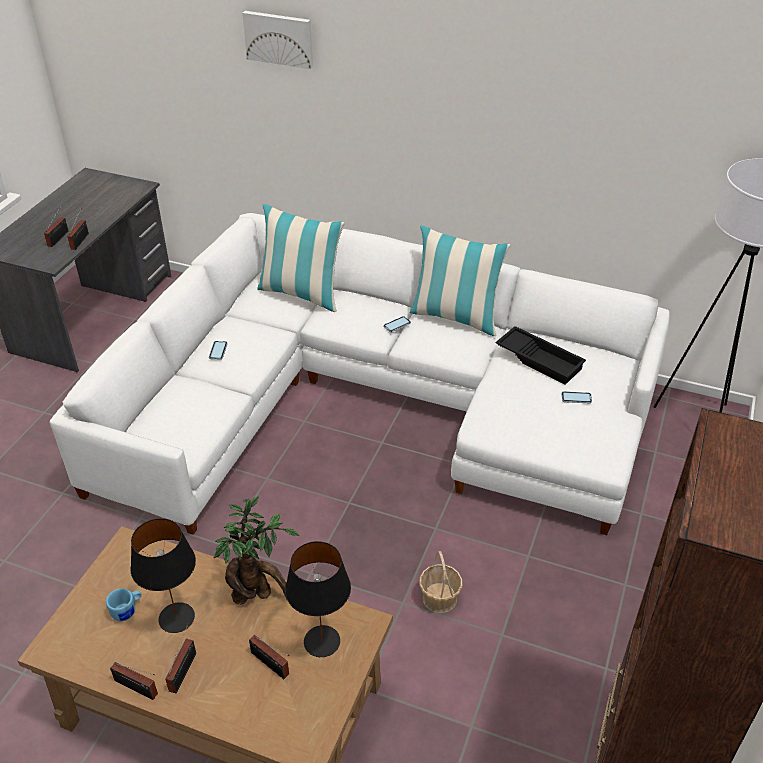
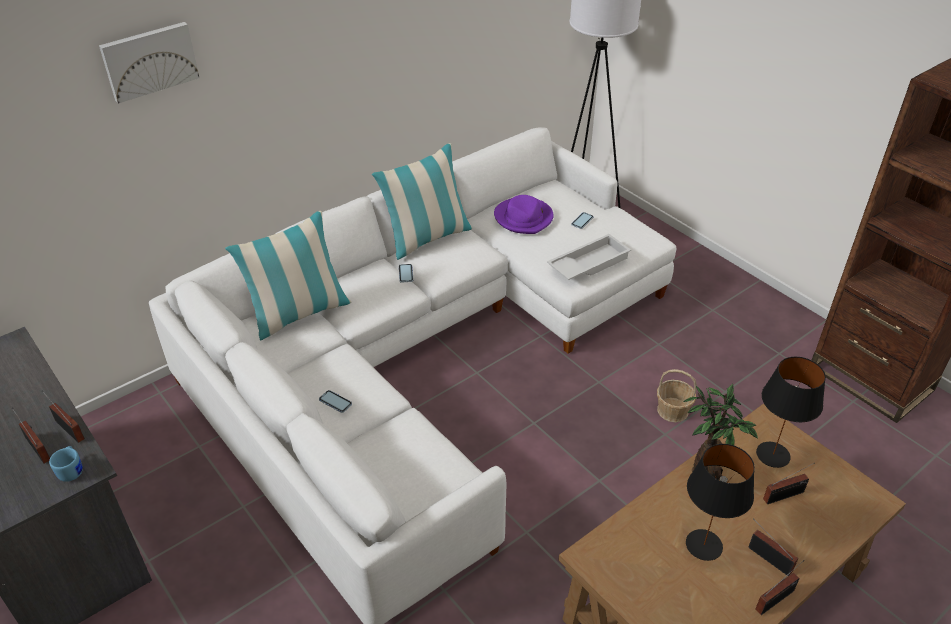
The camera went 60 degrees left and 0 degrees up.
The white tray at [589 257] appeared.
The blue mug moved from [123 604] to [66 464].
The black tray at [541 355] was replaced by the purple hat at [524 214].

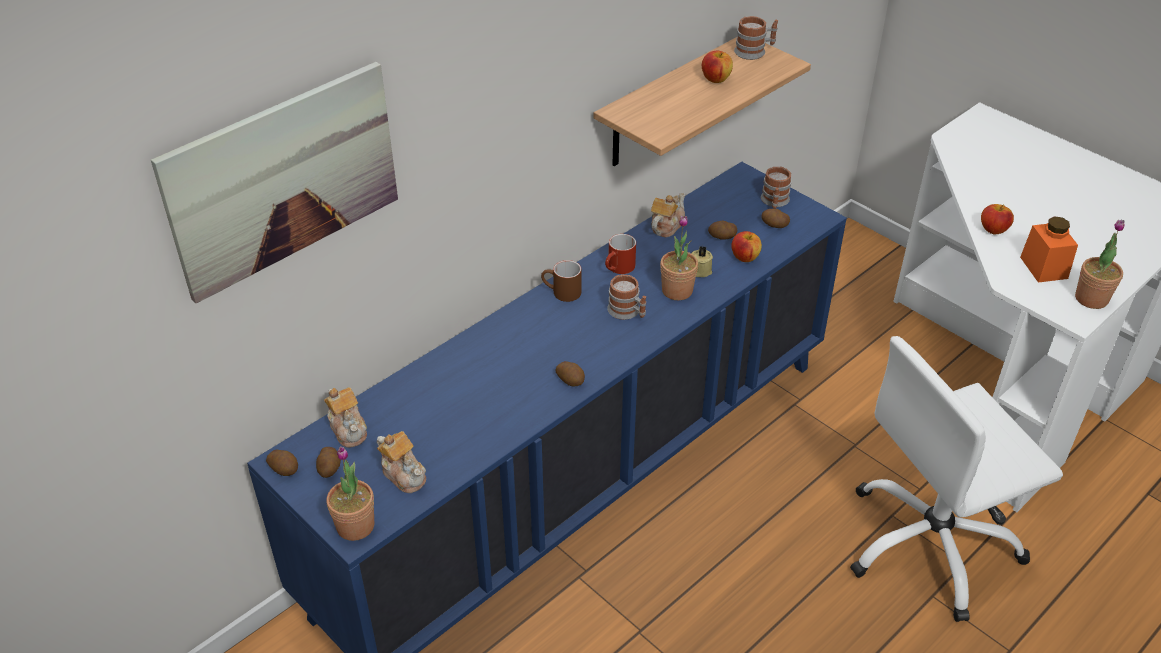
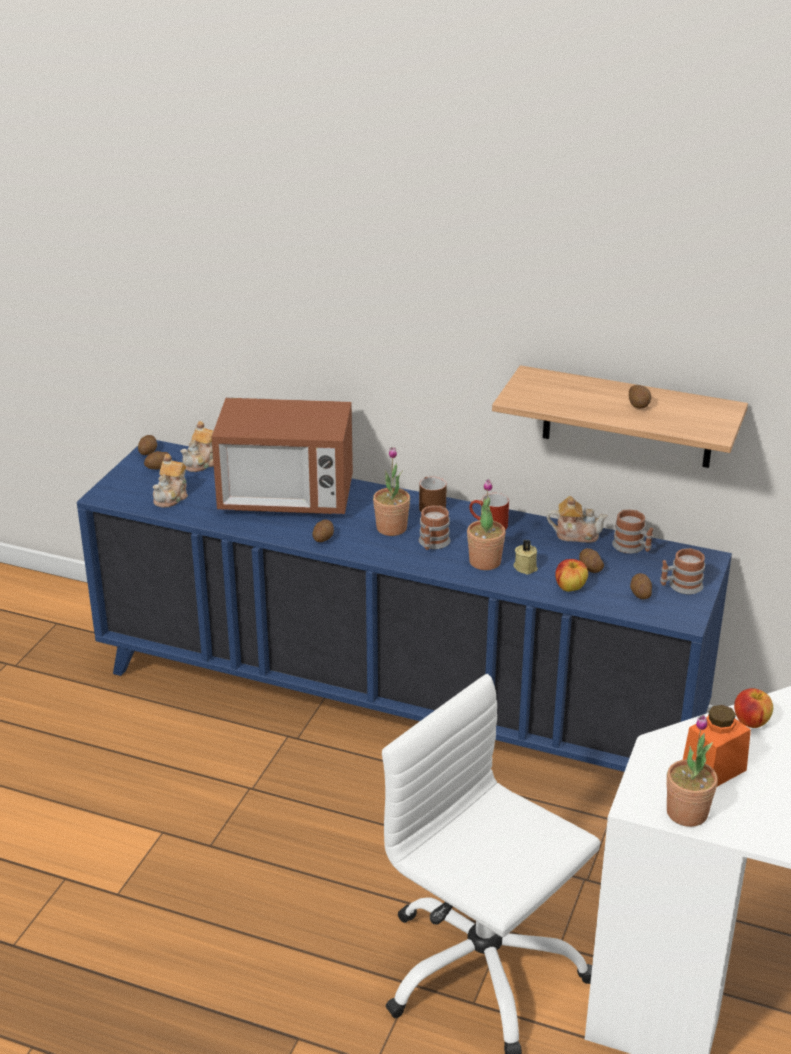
The camera went 65 degrees right and 10 degrees down.
The picture at [274 183] disappeared.
The microwave at [282 456] appeared.
The potted plant moved from [350 493] to [391 491].
The mug moved from [756 38] to [632 531].
The apple at [717 66] was replaced by the potato at [640 397].

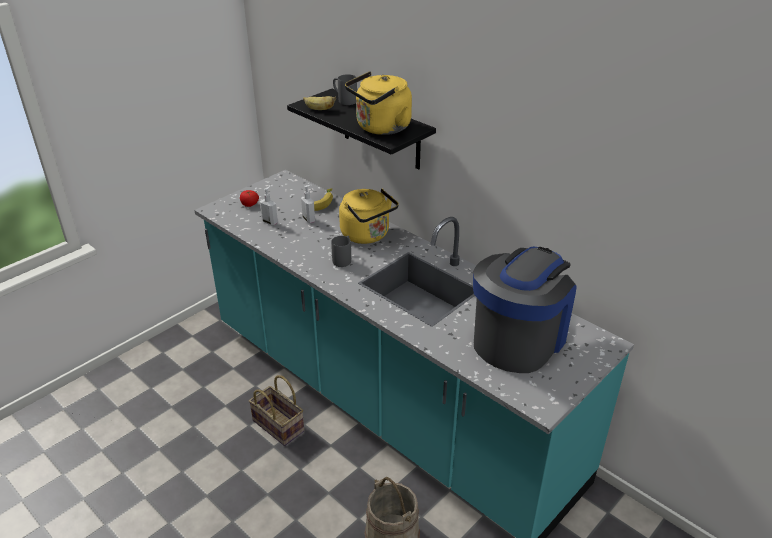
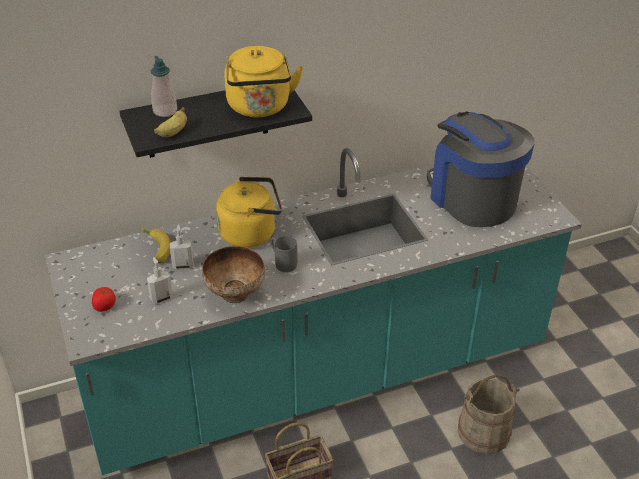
The camera went 65 degrees left and 5 degrees up.
The bowl at [233 274] appeared.
The grey mug at [345 89] was replaced by the soap dispenser at [164 86].

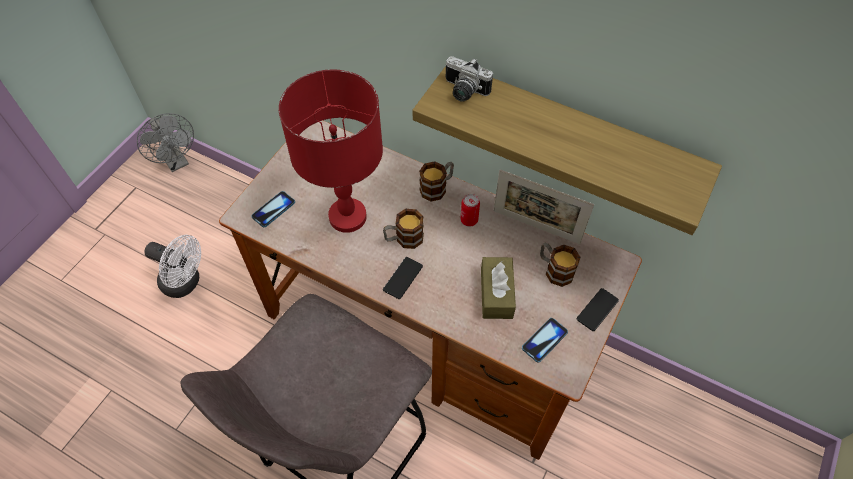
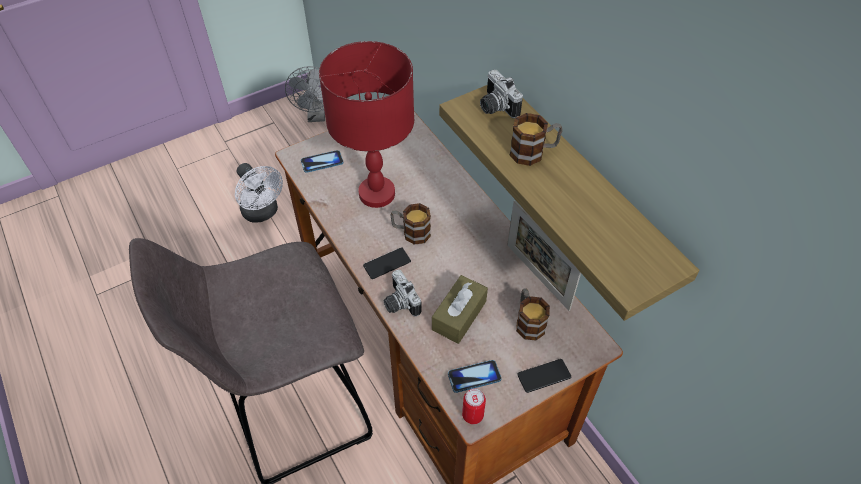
The camera went 30 degrees right and 5 degrees down.
The photo camera at [403 293] appeared.
The mug moved from [436 181] to [536 139].
The can moved from [470 210] to [474 406].

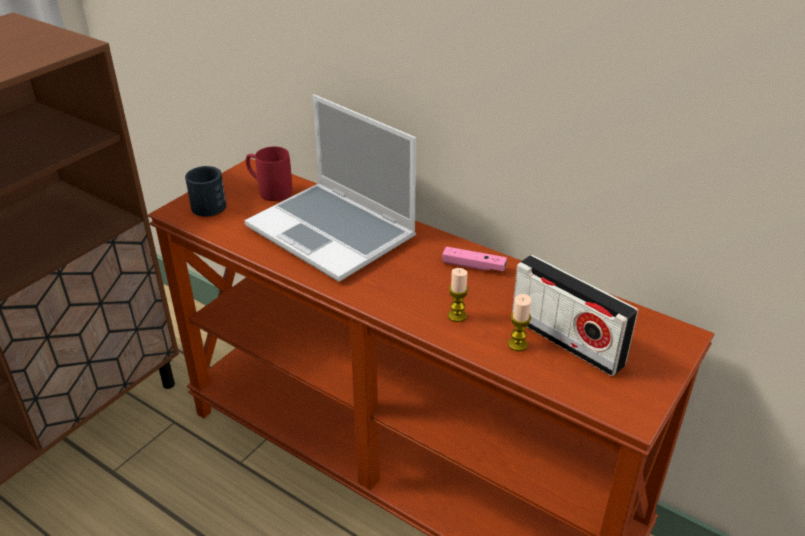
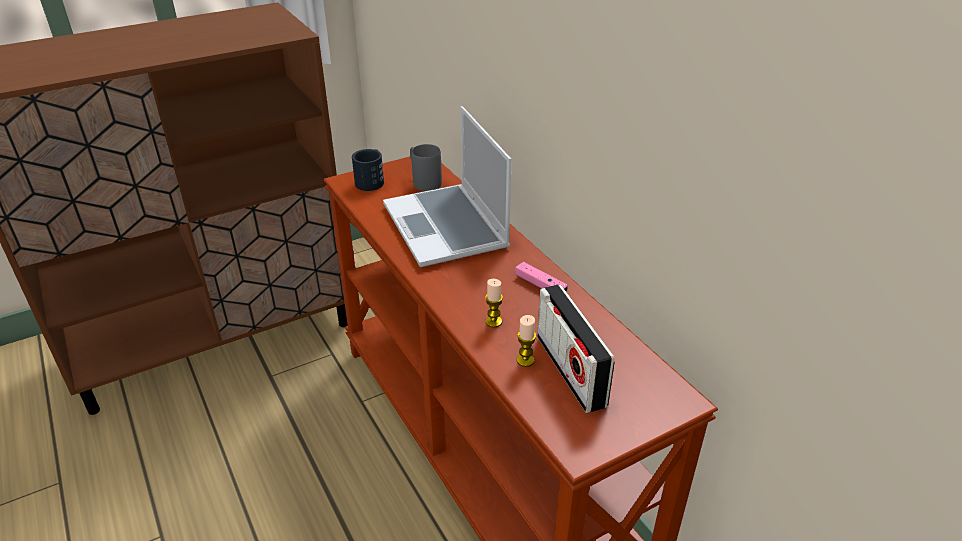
The camera went 25 degrees right and 0 degrees up.
The red mug at [269 174] became the grey mug at [426 167].

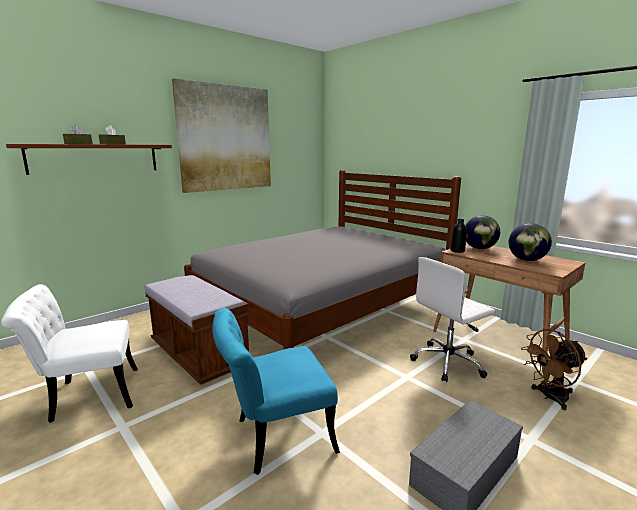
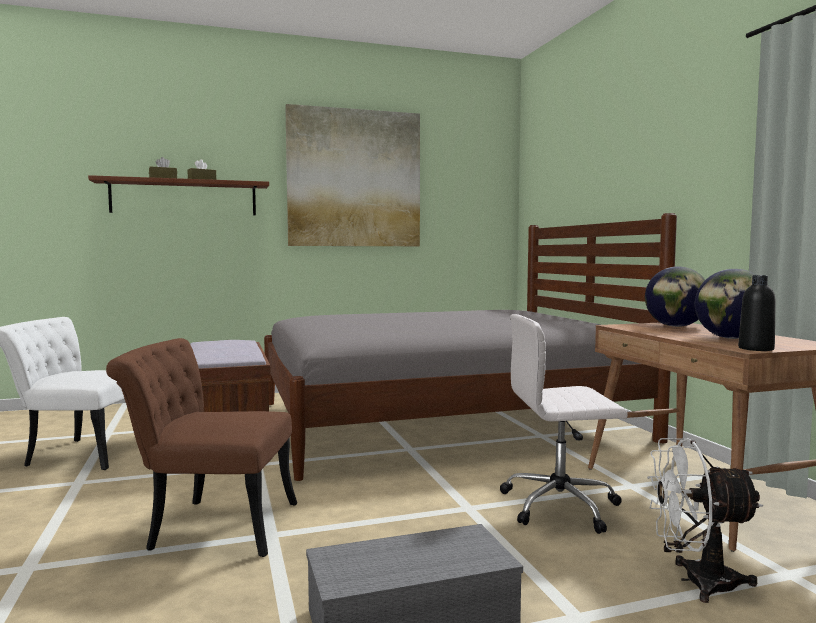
The camera went 25 degrees right and 10 degrees down.
The black bottle moved from [459 236] to [757 313].
The turquoise chair at [276 391] became the brown chair at [201 447].
The brown fan at [554 369] became the white fan at [705 520].

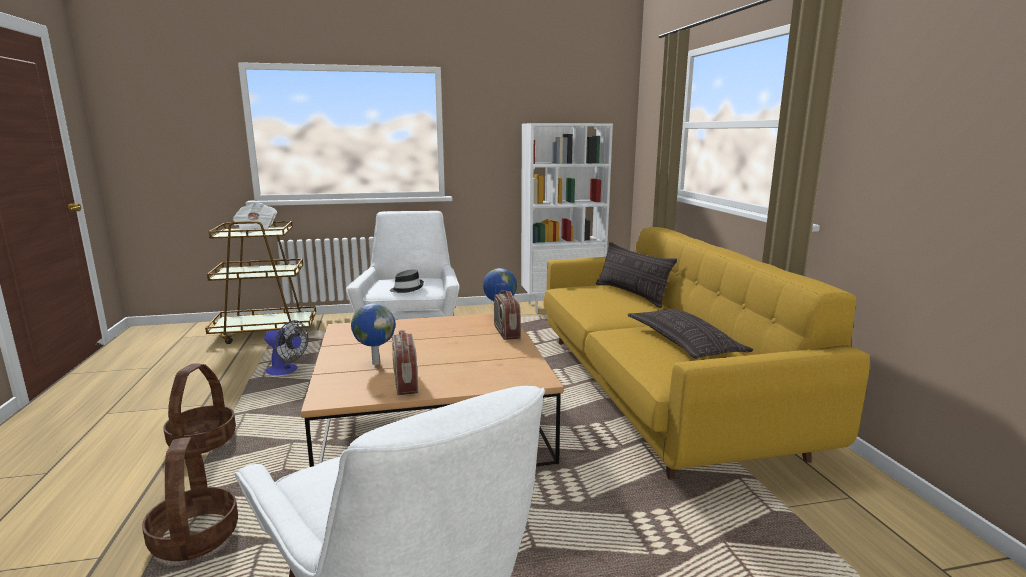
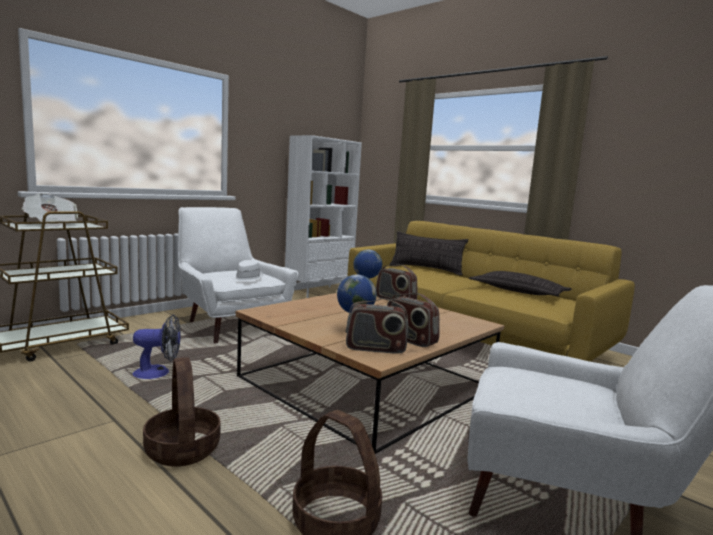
The camera went 35 degrees left and 5 degrees down.
The radio at [376 326] appeared.
The black hat at [407 281] became the white hat at [247 271].

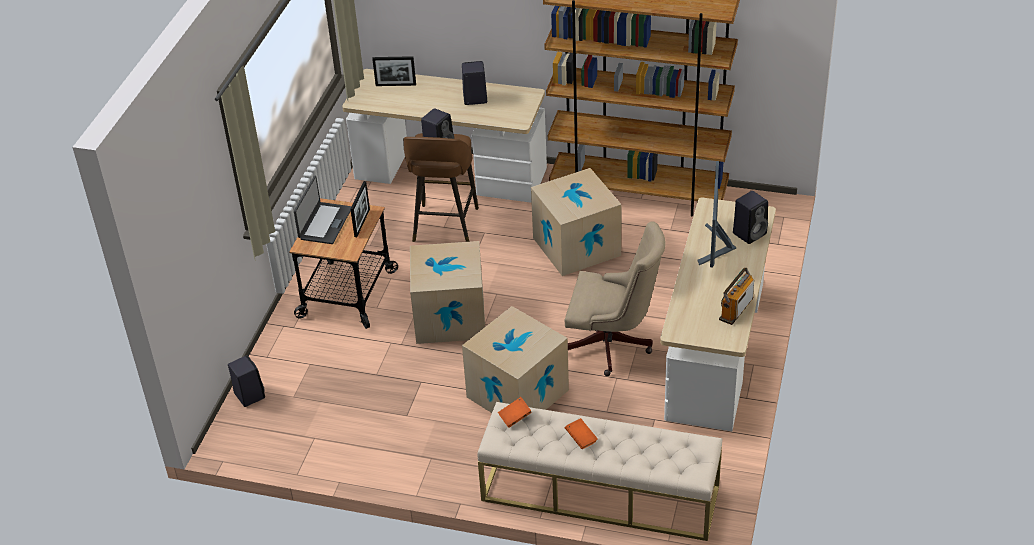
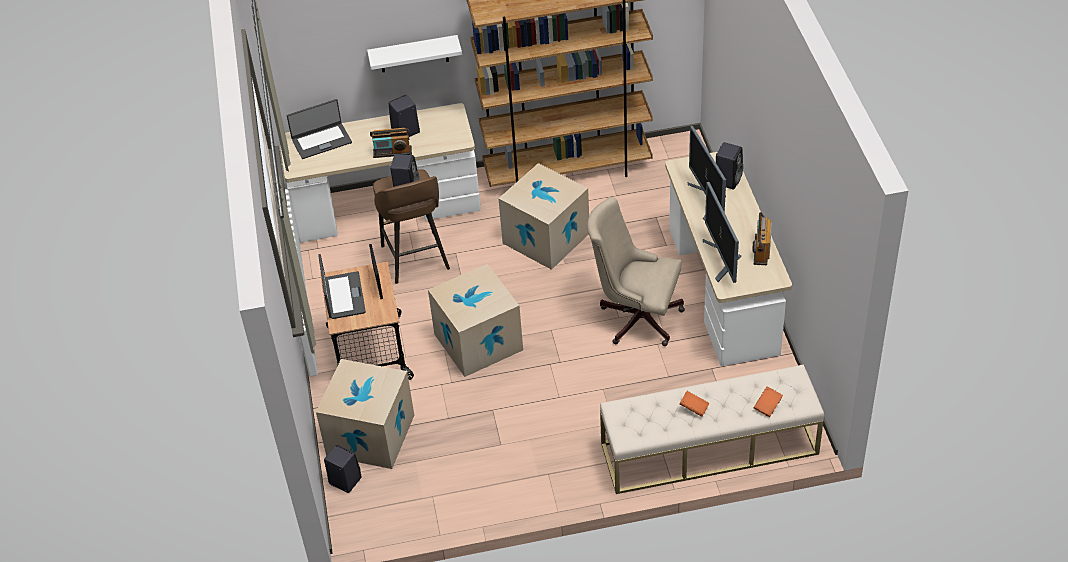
The camera went 25 degrees left and 5 degrees up.
The white shelf at [414 54] appeared.
The radio at [391 143] appeared.
The monitor at [722 232] appeared.
The cardboard box moved from [515 359] to [365 414].
The orange book moved from [515 412] to [768 402].
The picture frame at [394 71] was replaced by the laptop at [319 129].
The beige office chair at [614 299] turned 150 degrees counterclockwise.

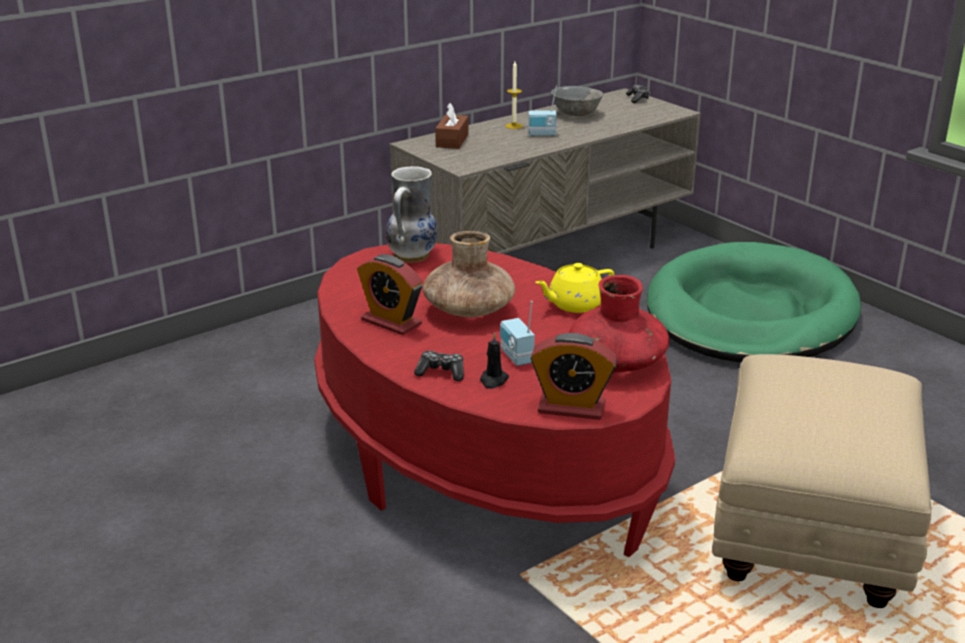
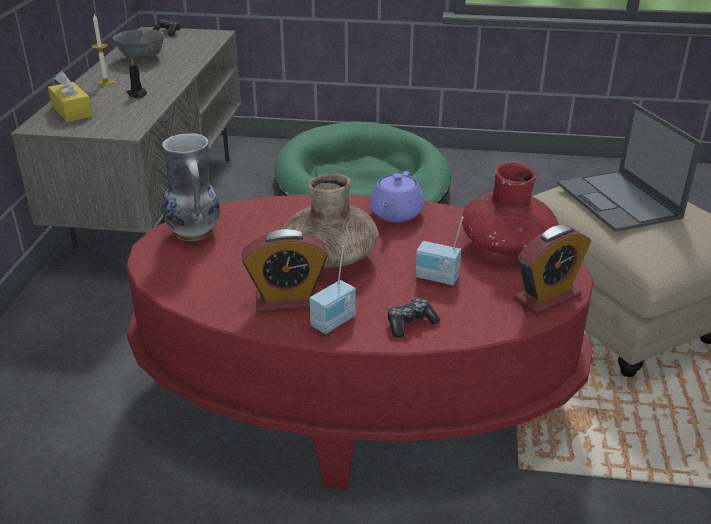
The camera went 45 degrees left and 5 degrees up.
The laptop at [629 167] appeared.
The black candle moved from [494 360] to [137 78].
The radio moved from [542 111] to [333 290].
The brown tissue box at [452 126] became the yellow tissue box at [70 96].
The yellow teapot at [574 288] became the purple teapot at [396 196].

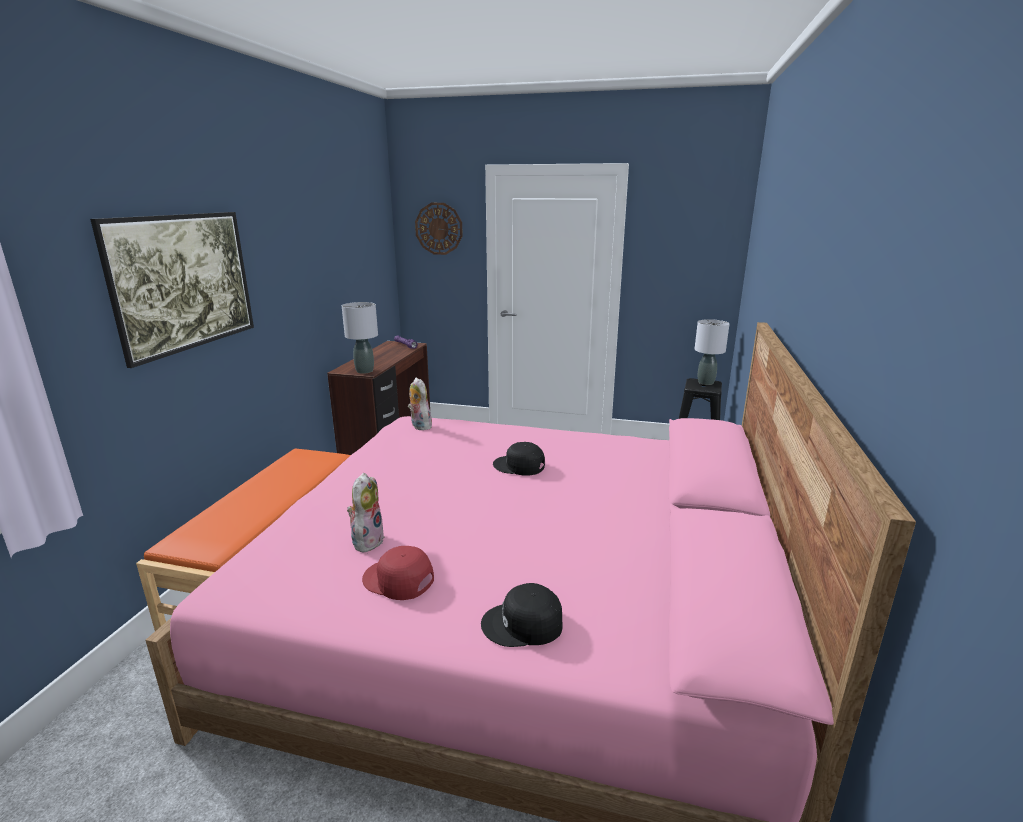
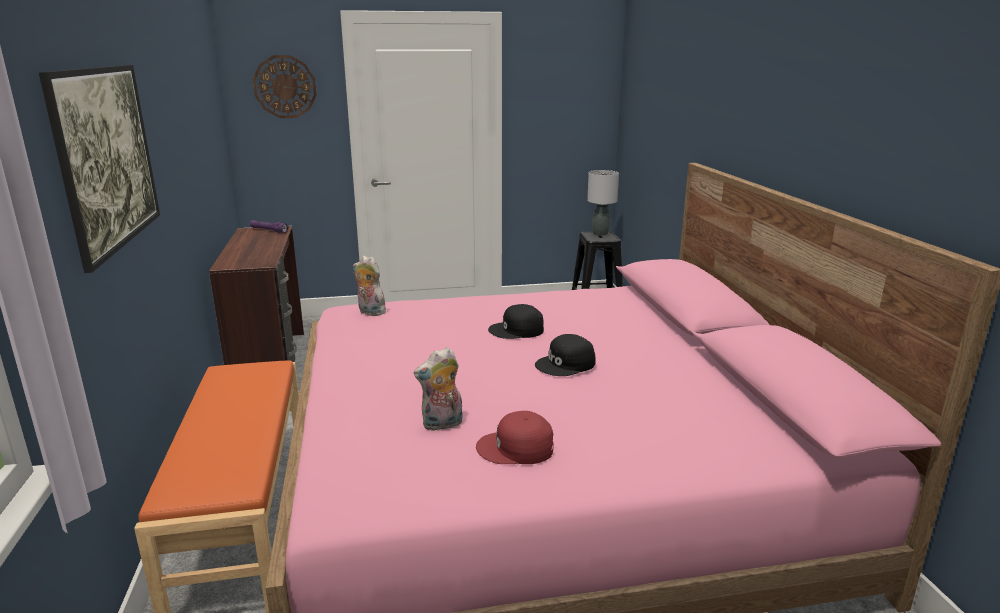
The camera went 25 degrees left and 0 degrees up.
The grey table lamp at [360 338] disappeared.
The black cap moved from [522 615] to [565 355].
The plush toy at [366 513] turned 105 degrees counterclockwise.

